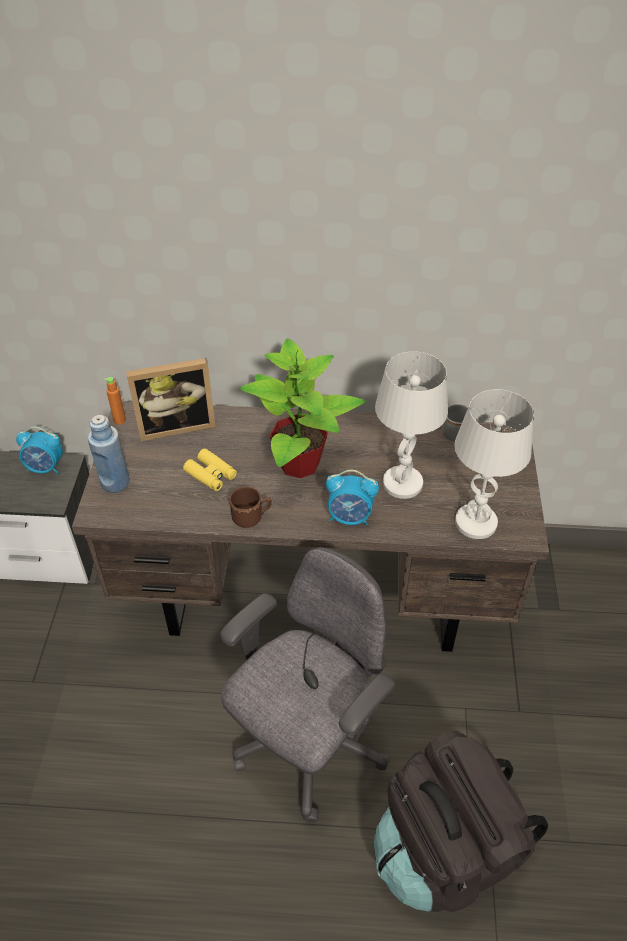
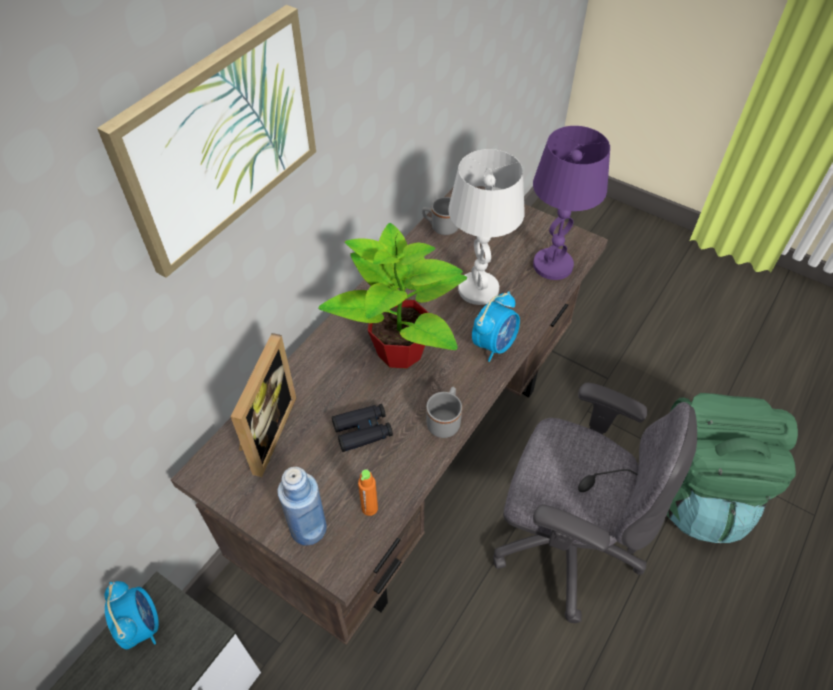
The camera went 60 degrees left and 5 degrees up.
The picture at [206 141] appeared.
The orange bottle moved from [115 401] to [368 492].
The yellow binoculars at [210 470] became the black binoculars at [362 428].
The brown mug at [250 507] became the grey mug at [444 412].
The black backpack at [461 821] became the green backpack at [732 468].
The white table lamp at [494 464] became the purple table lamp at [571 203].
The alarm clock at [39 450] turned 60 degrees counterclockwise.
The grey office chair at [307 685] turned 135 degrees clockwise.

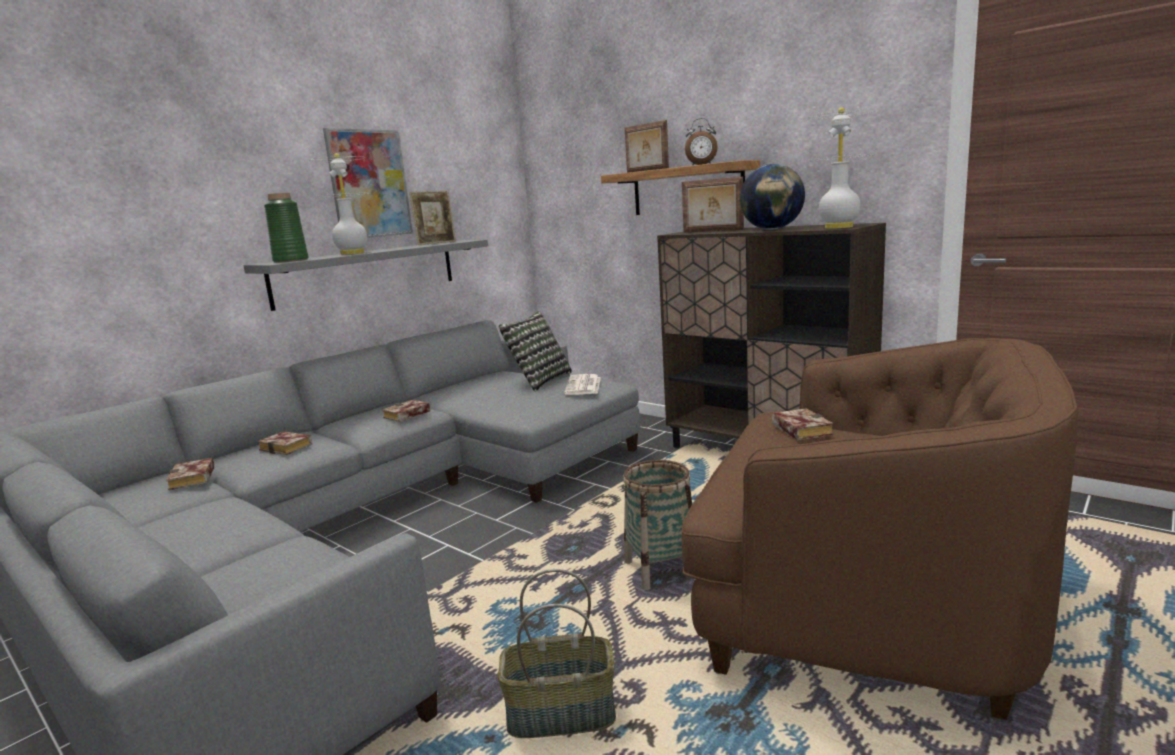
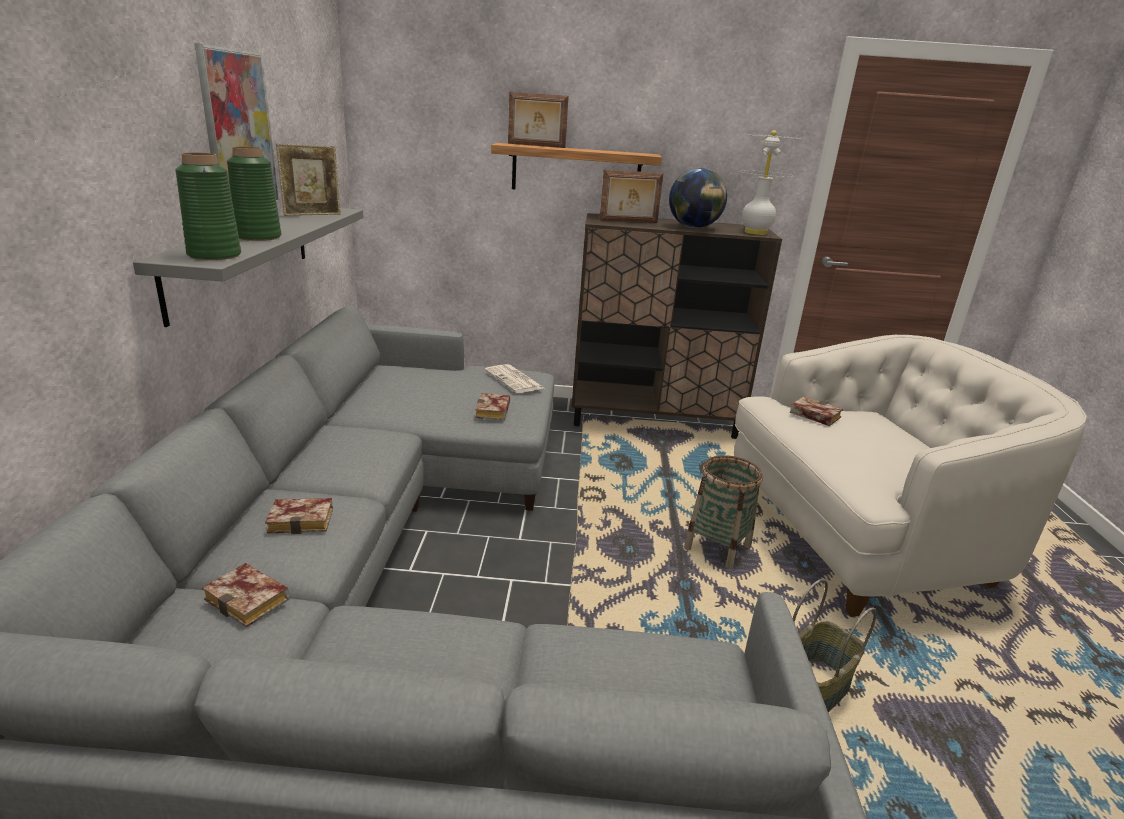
The camera went 40 degrees left and 10 degrees up.
The pillow at [535 352] disappeared.
The alarm clock at [701 141] disappeared.
The book moved from [406 411] to [493 406].
The white table lamp at [339 204] was replaced by the green vase at [254 193].
The brown armchair at [879 529] became the white armchair at [910 476].
The picture frame at [432 218] turned 45 degrees clockwise.

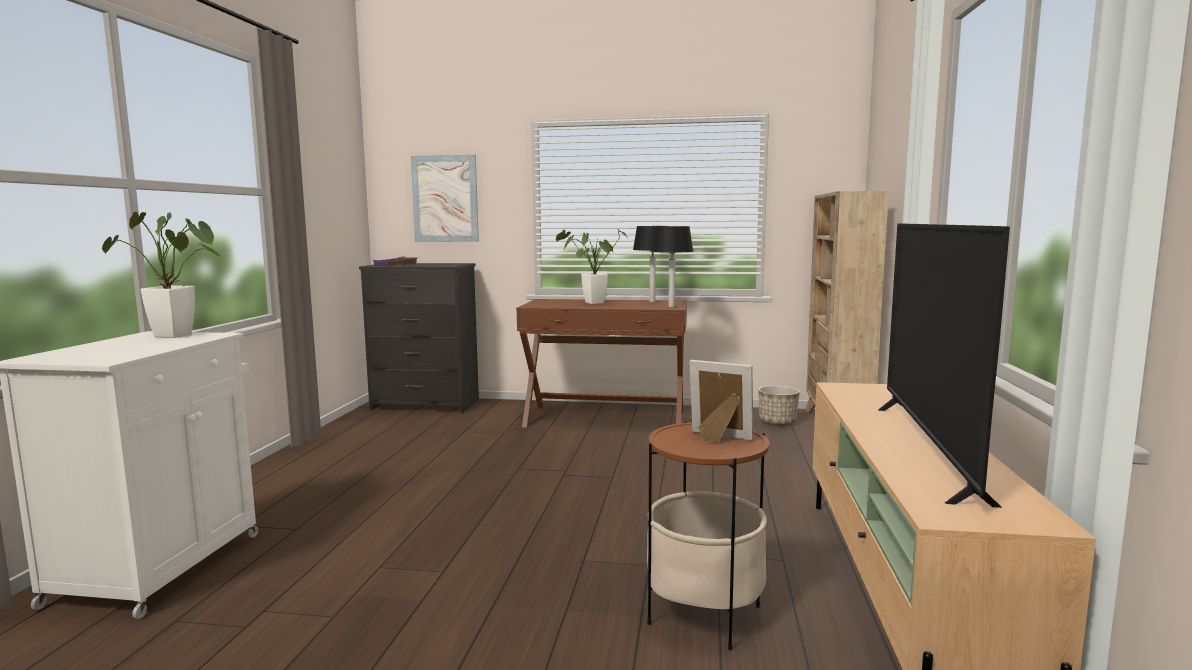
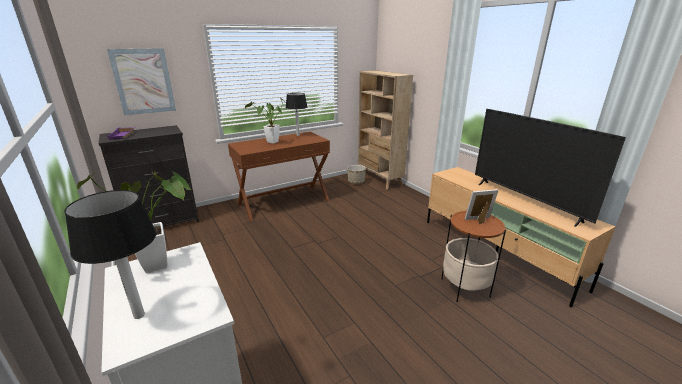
The camera went 40 degrees left and 15 degrees up.
The table lamp moved from [672 266] to [110 254].

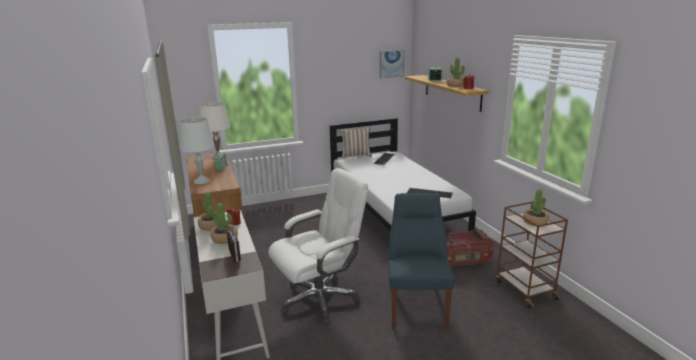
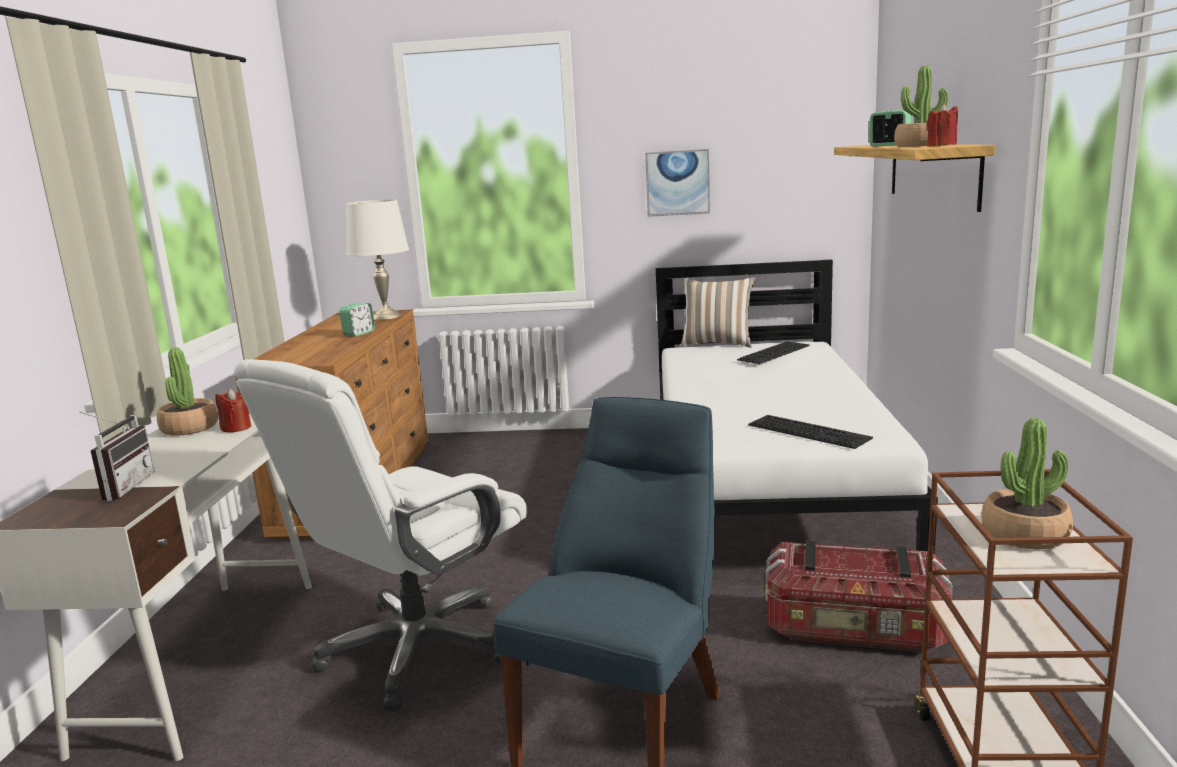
The camera went 25 degrees right and 5 degrees down.
The white table lamp at [197 150] disappeared.
The potted plant at [224 223] disappeared.
The picture moved from [392 64] to [677 183].
The white office chair at [318 246] turned 135 degrees clockwise.

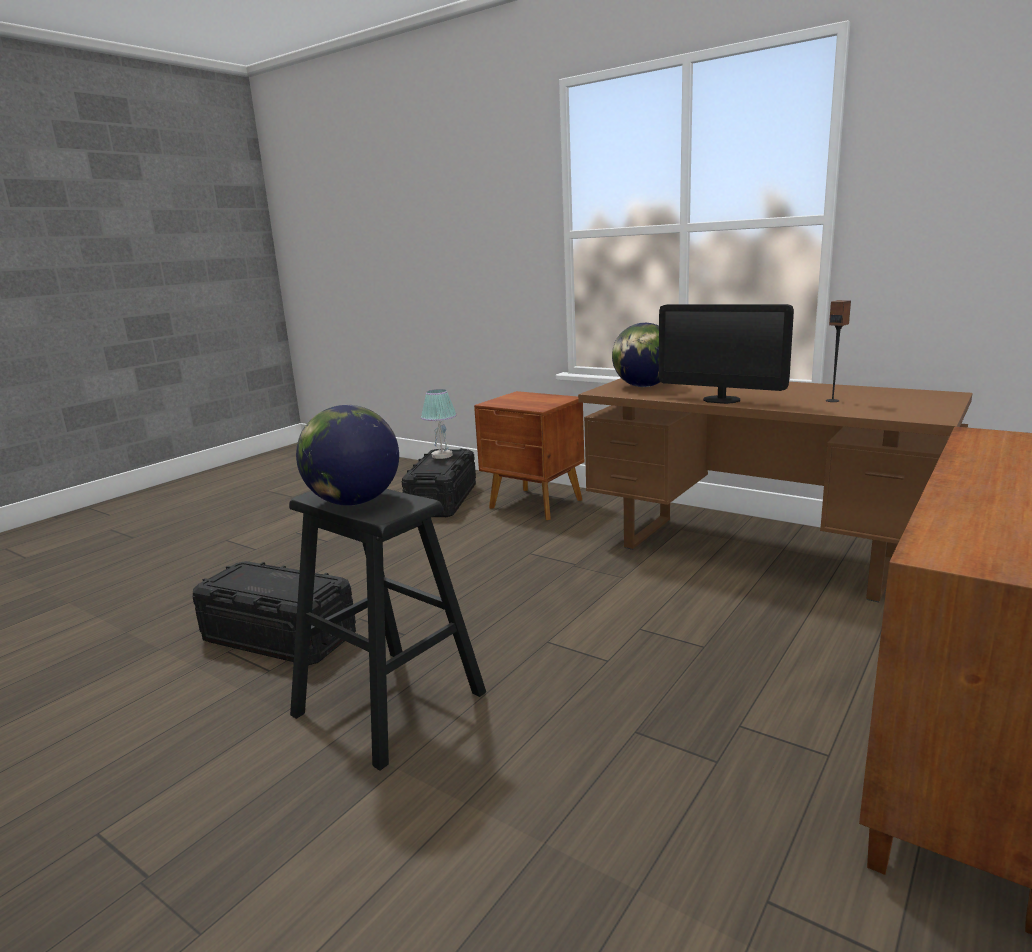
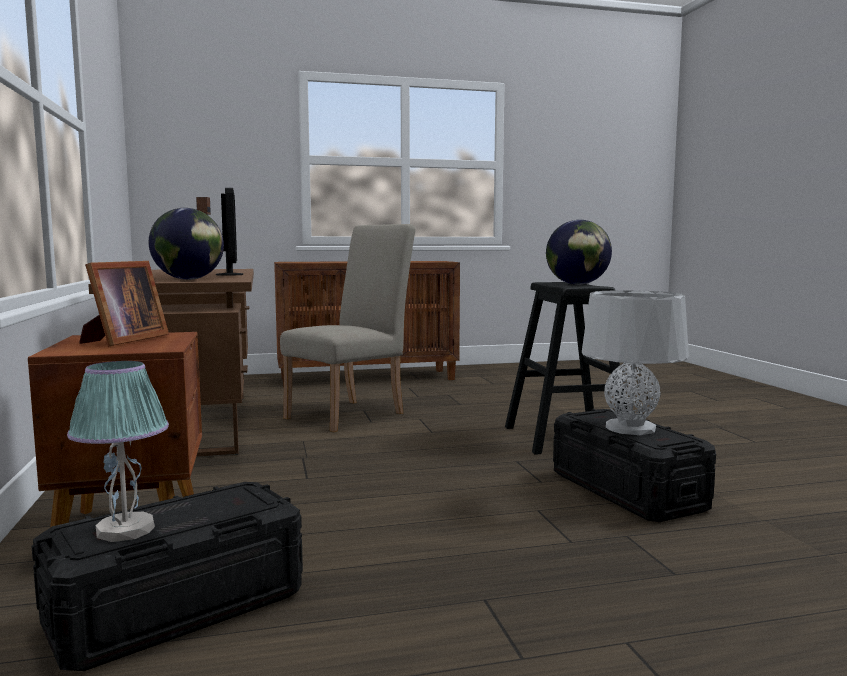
The camera went 140 degrees left and 10 degrees down.
The picture frame at [124 303] appeared.
The beige chair at [348 328] appeared.
The grey table lamp at [635 362] appeared.

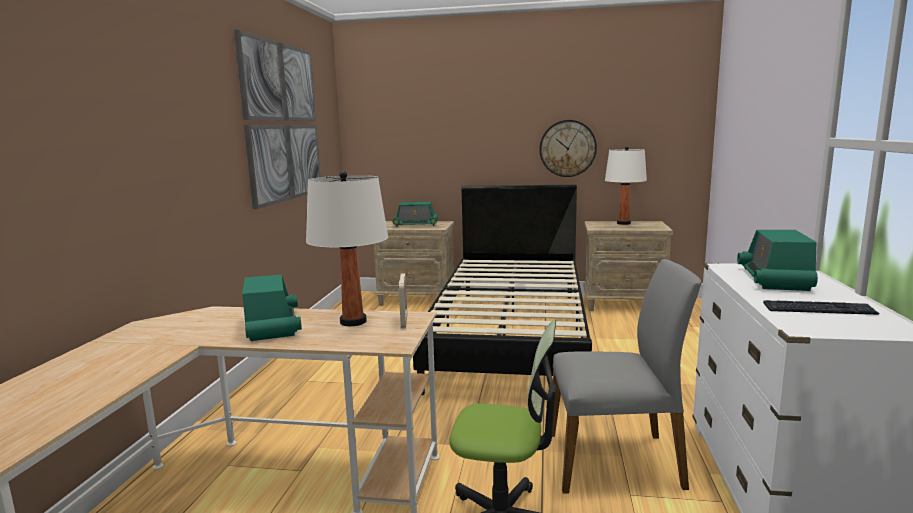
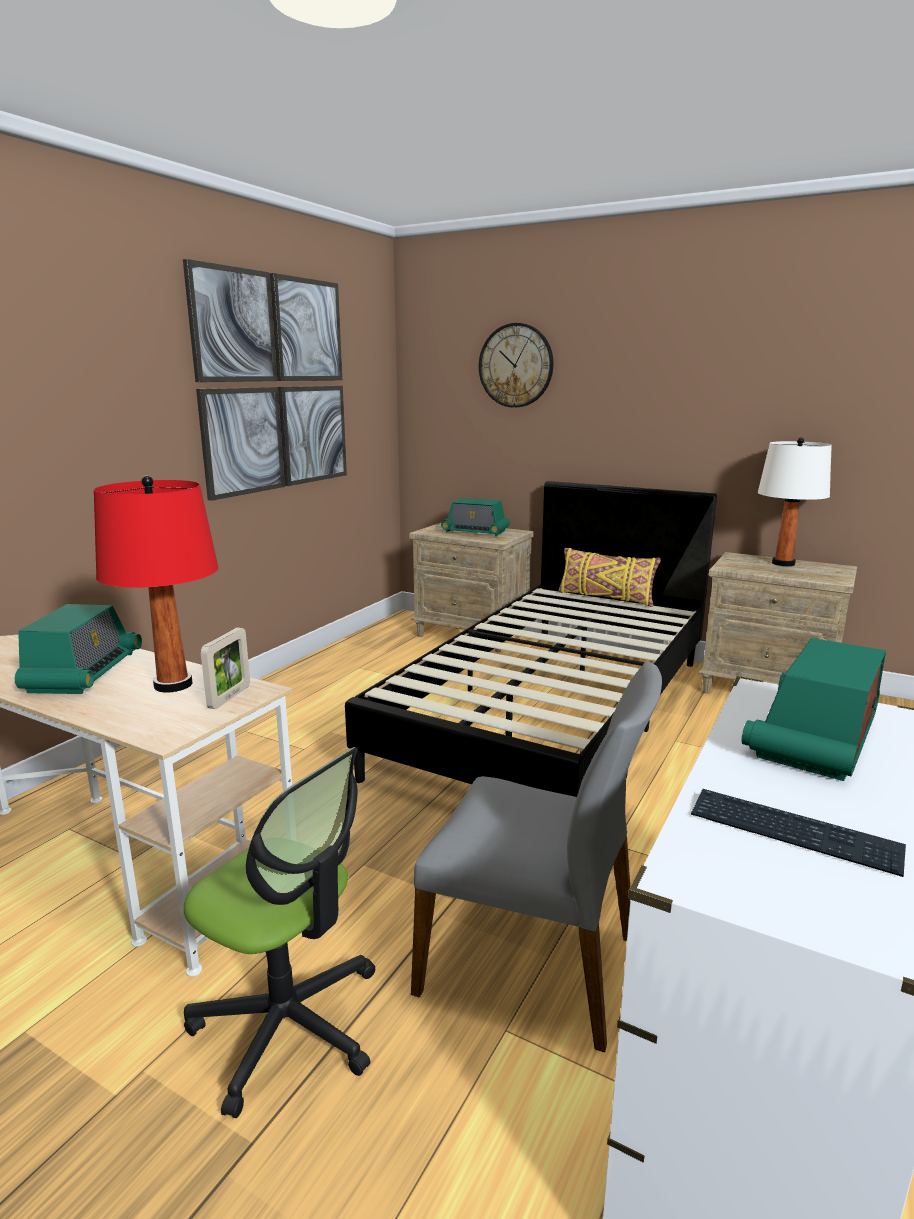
The camera went 20 degrees right and 5 degrees up.
The yellow pillow at [610 577] appeared.
The wall clock moved from [568 148] to [516 365].
The white table lamp at [347 248] became the red table lamp at [156 584].

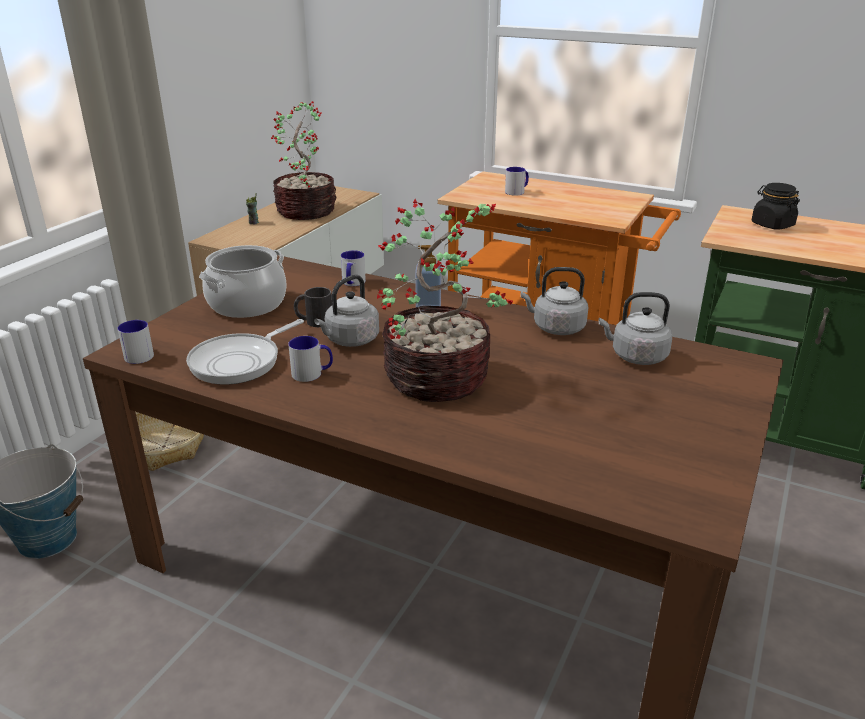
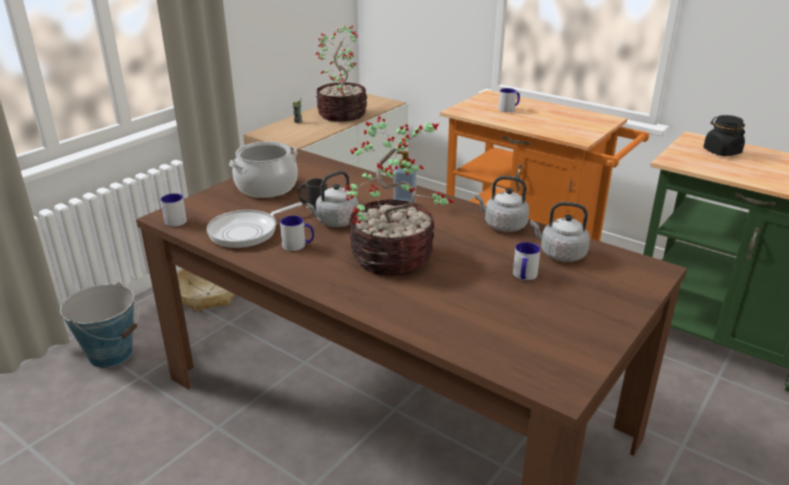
The camera went 10 degrees right and 0 degrees up.
The mug moved from [353 268] to [527 261].

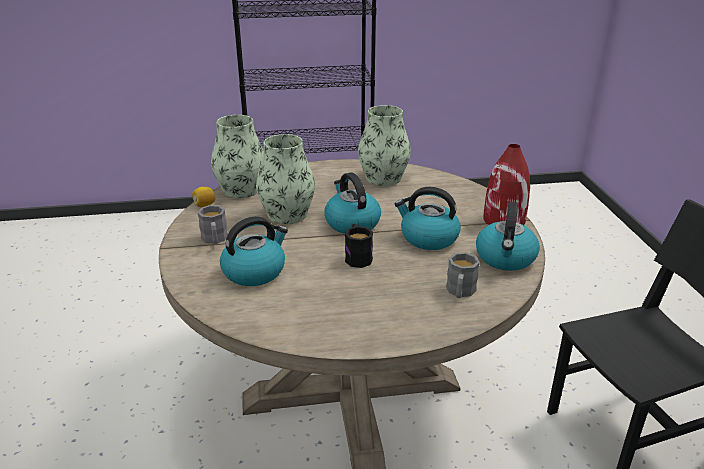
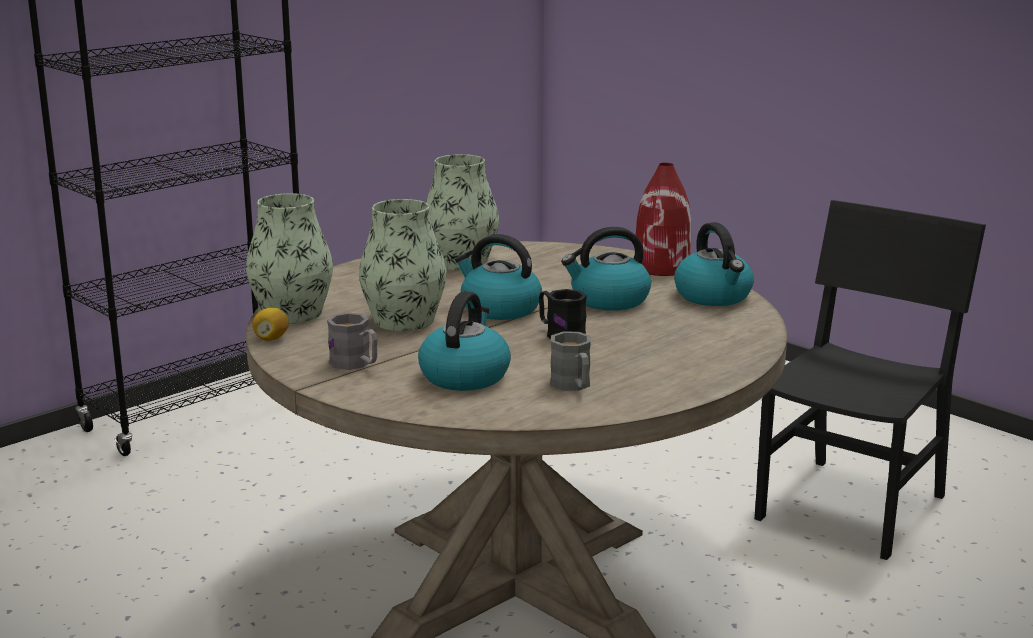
The camera went 35 degrees left and 10 degrees down.
The grey mug moved from [463 275] to [570 361].

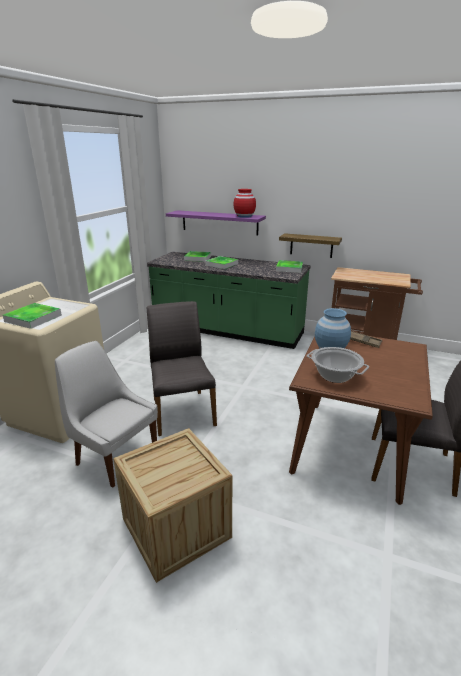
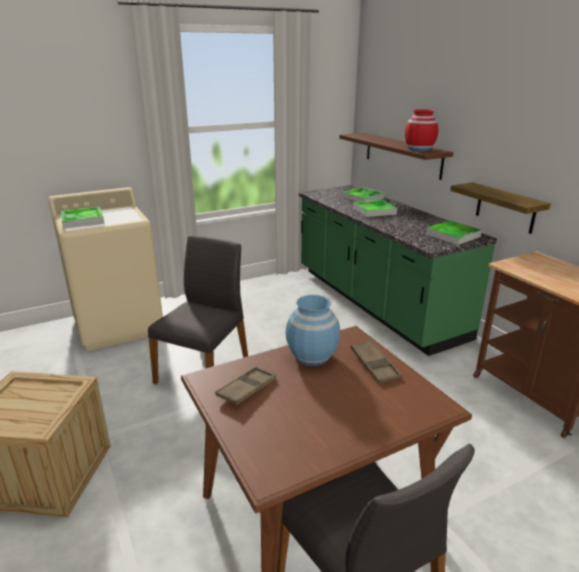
The camera went 40 degrees right and 0 degrees up.
The white chair at [106 414] disappeared.
The cooking pot at [338 365] was replaced by the brown tray at [245 385].
The purple shelf at [216 223] became the brown shelf at [396 156].

